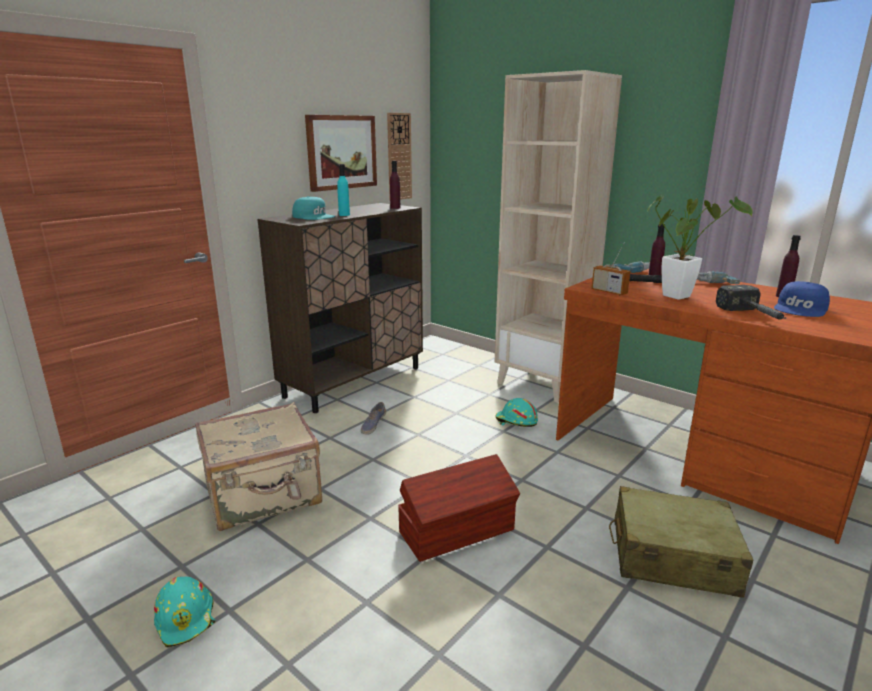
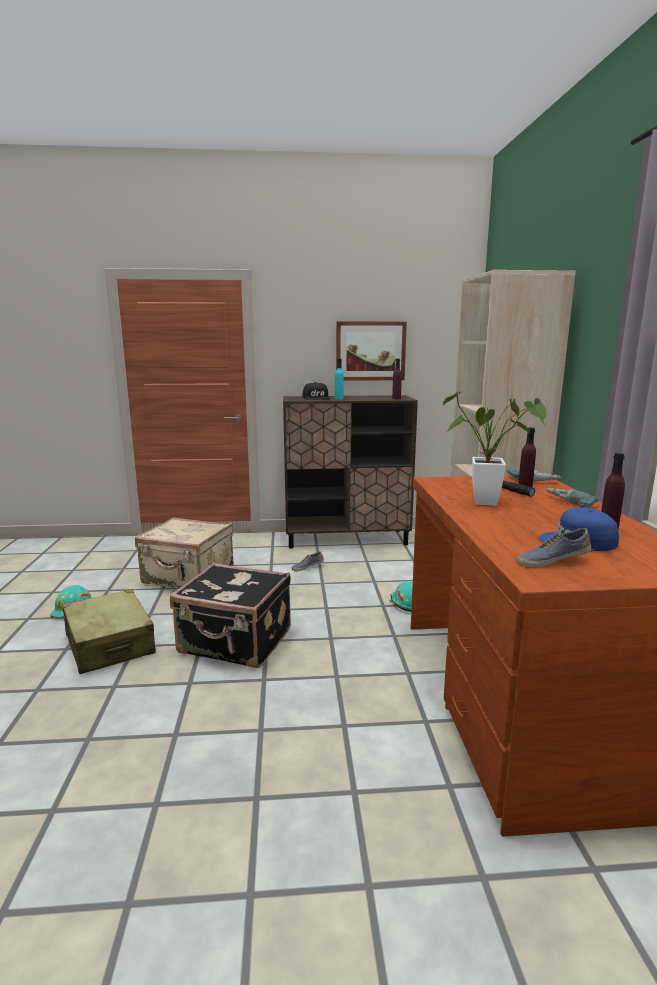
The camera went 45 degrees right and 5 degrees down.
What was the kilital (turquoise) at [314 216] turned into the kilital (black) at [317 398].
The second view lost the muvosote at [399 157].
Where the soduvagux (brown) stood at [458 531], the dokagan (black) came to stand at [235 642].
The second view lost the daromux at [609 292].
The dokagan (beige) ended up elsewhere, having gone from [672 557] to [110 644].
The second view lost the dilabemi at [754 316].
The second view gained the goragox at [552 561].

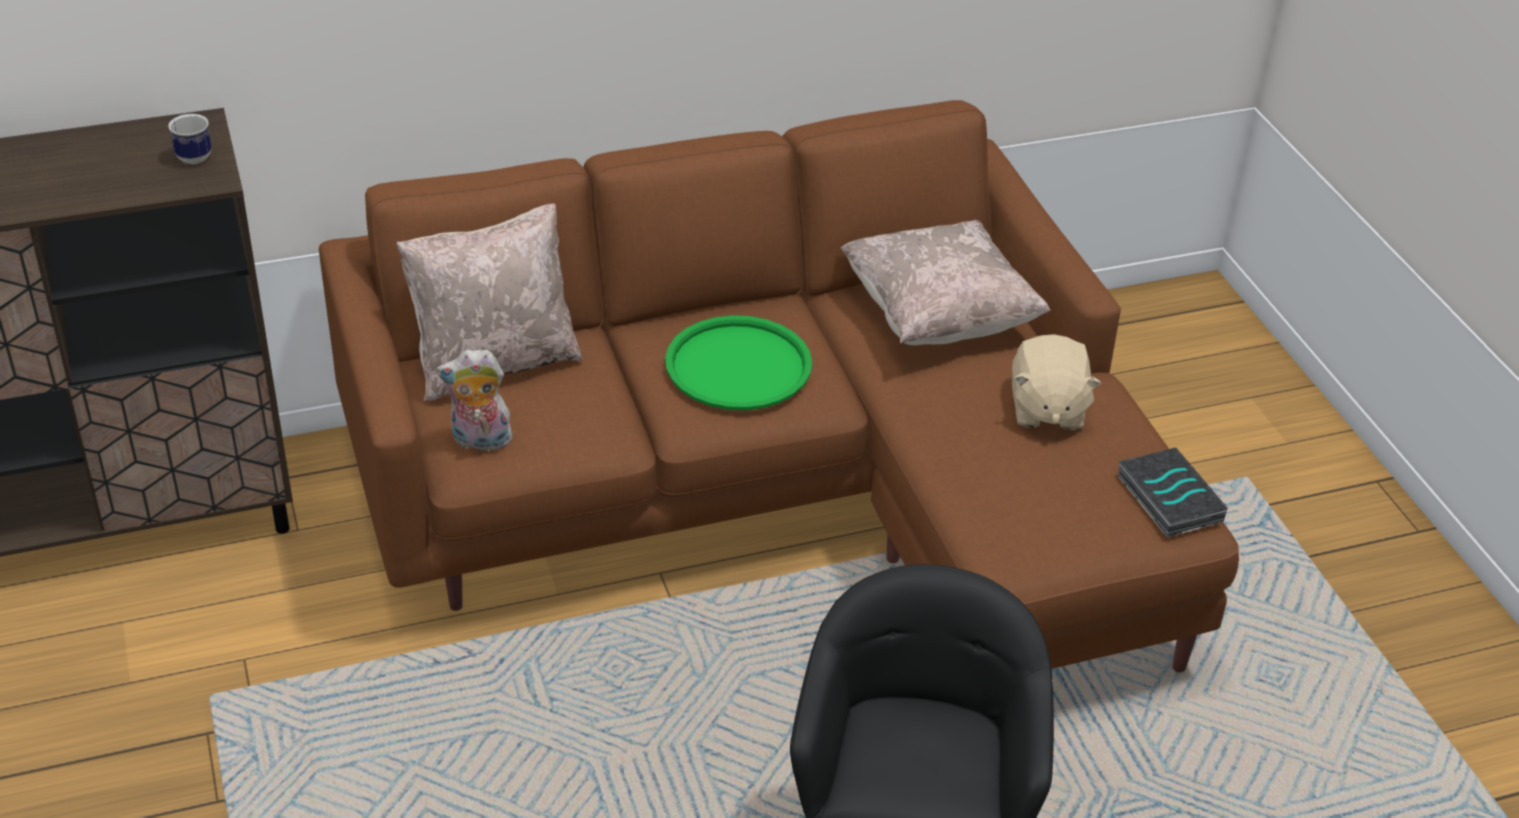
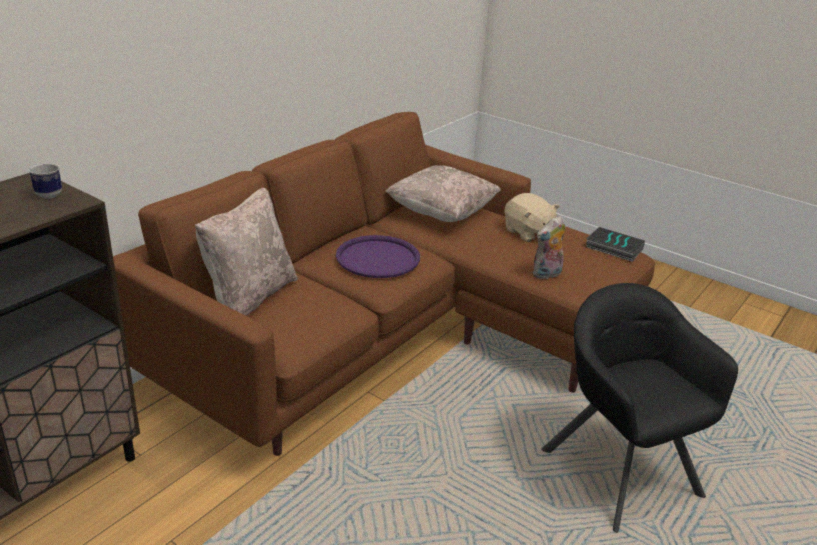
The camera went 35 degrees left and 10 degrees down.
The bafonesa ended up elsewhere, having gone from [479 441] to [547 274].
What was the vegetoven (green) at [738 365] turned into the vegetoven (purple) at [377 258].

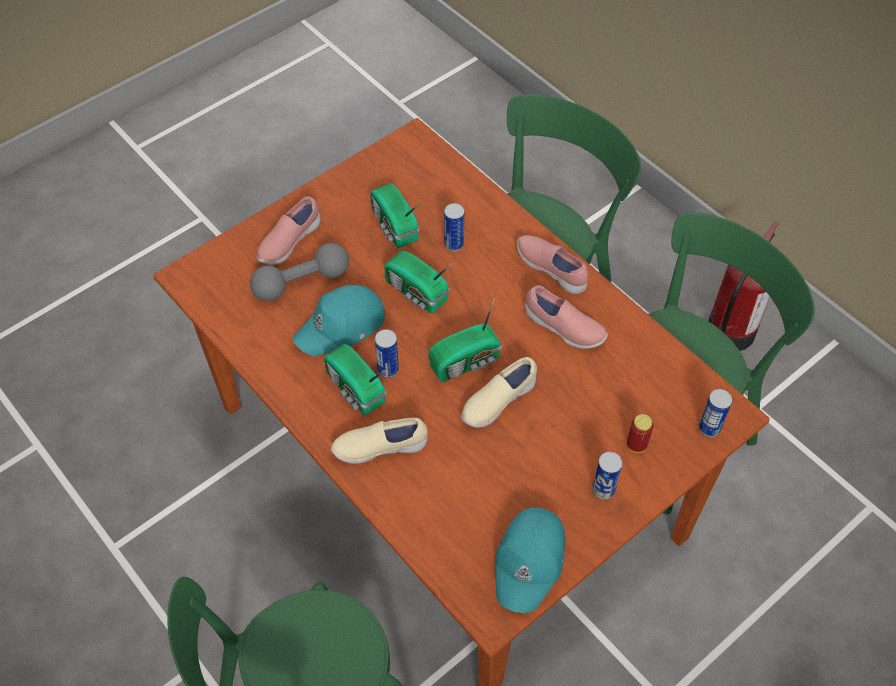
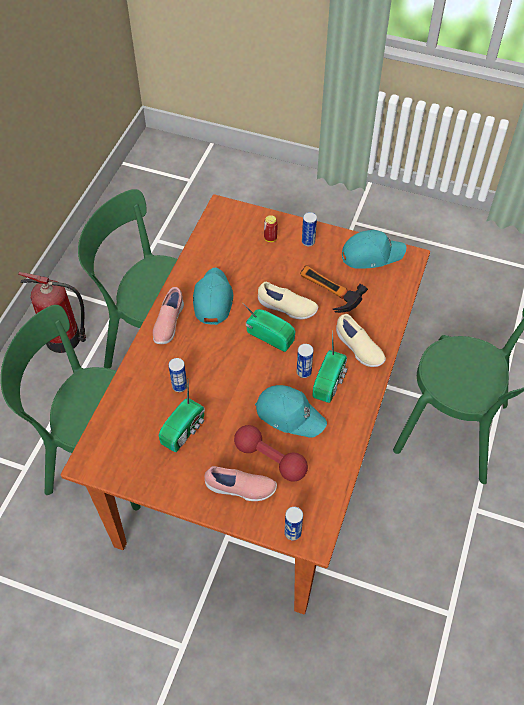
The camera went 120 degrees left and 0 degrees up.
What was the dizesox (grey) at [301 282] turned into the dizesox (red) at [270 459].
The second view lost the daromux at [417 293].
Where the goragox (pink) stood at [563 328], the kilital (turquoise) came to stand at [212 299].
The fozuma ended up elsewhere, having gone from [709 428] to [292 533].
The second view gained the dilabemi at [326 296].

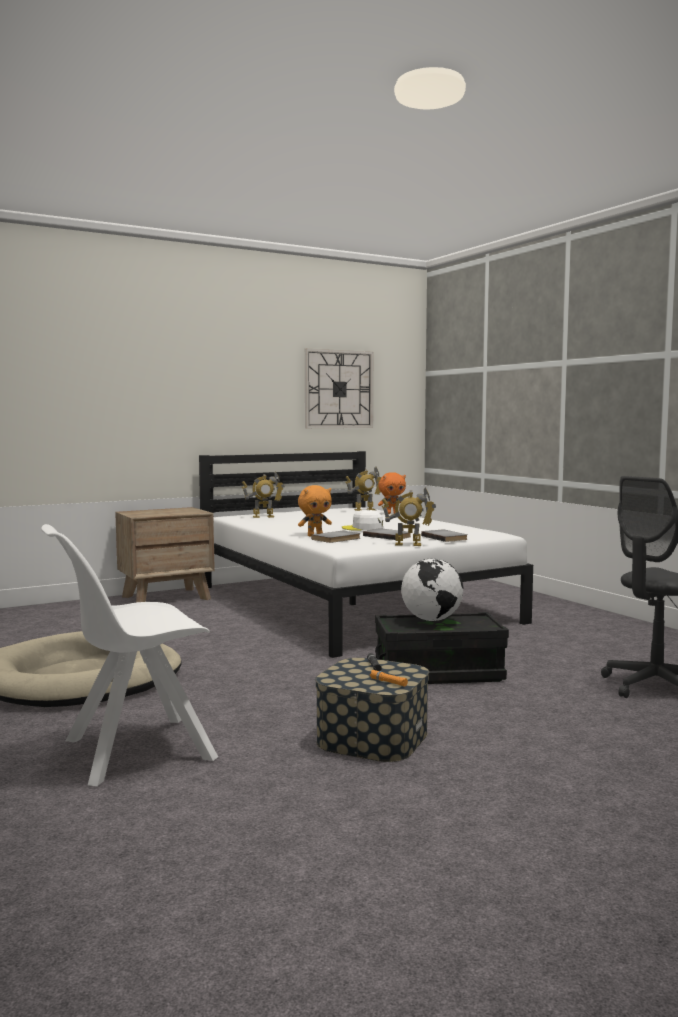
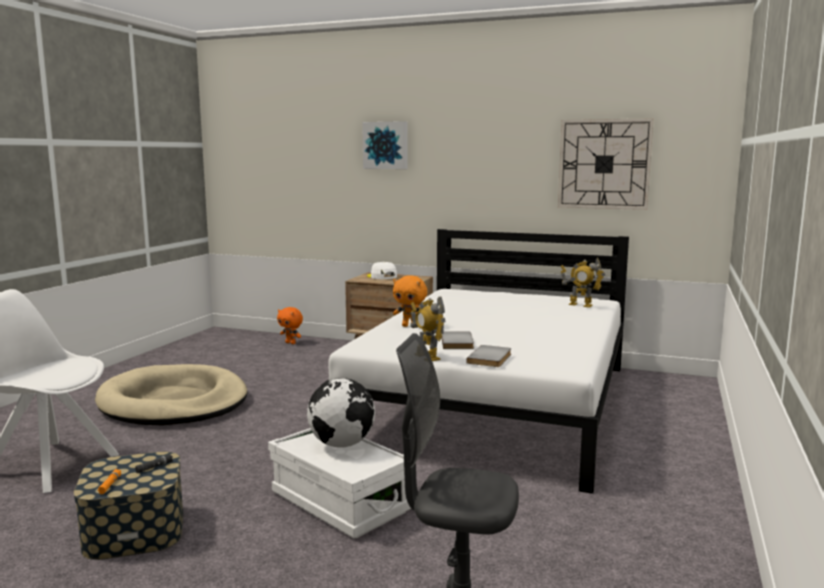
The camera went 50 degrees right and 5 degrees up.
The second view lost the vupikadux at [263 517].
The second view lost the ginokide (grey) at [337 539].
The kilital (white) ended up elsewhere, having gone from [363 528] to [381 276].
What was the soduvagux (black) at [438 673] turned into the soduvagux (white) at [340 502].
The bafonesa (orange) ended up elsewhere, having gone from [392 513] to [291 343].
The second view gained the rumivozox at [386 145].

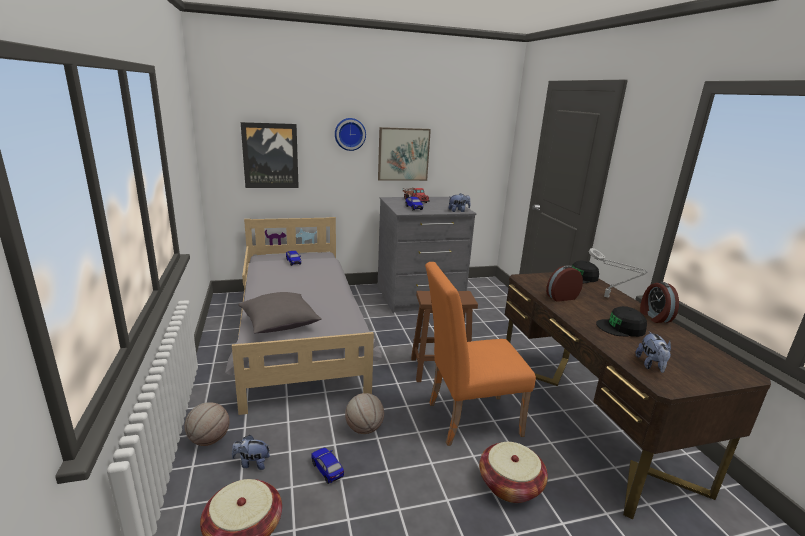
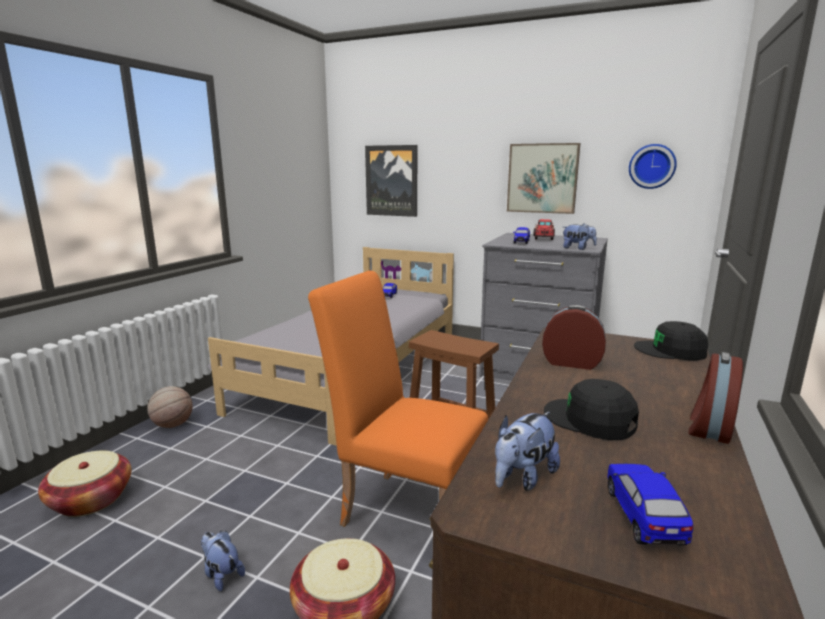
The camera went 40 degrees right and 5 degrees down.
The bafonesa ended up elsewhere, having gone from [252 463] to [221 574].
The second view lost the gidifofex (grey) at [279 324].
The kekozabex ended up elsewhere, having gone from [327 470] to [643 516].
The muvosote ended up elsewhere, having gone from [350 134] to [652 166].
The second view lost the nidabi at [364 429].
The second view lost the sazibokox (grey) at [608 297].

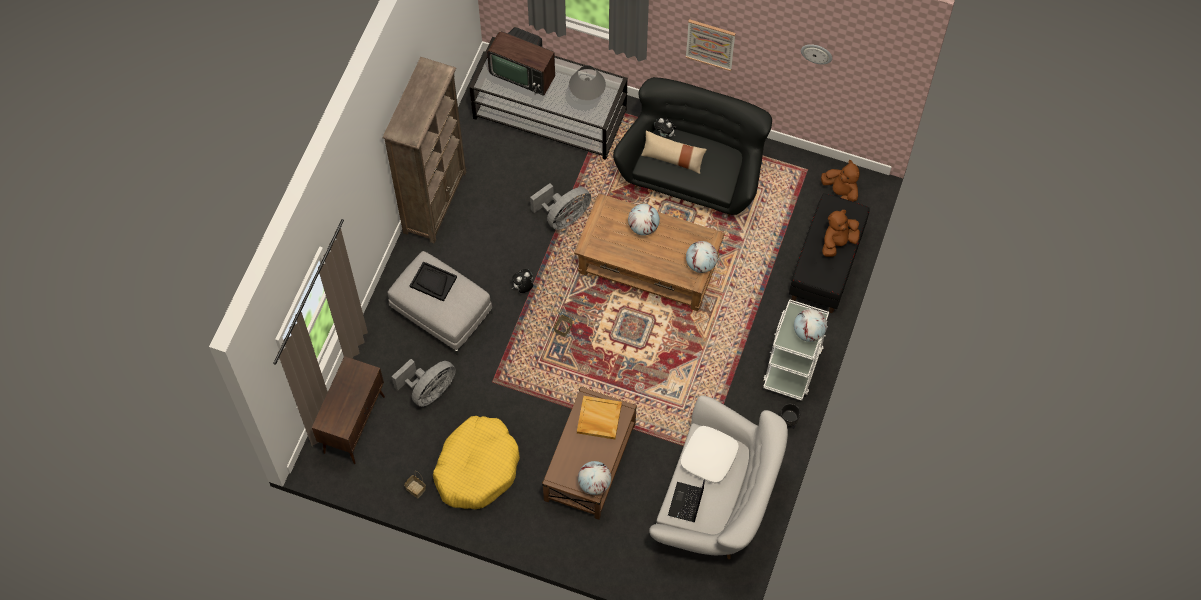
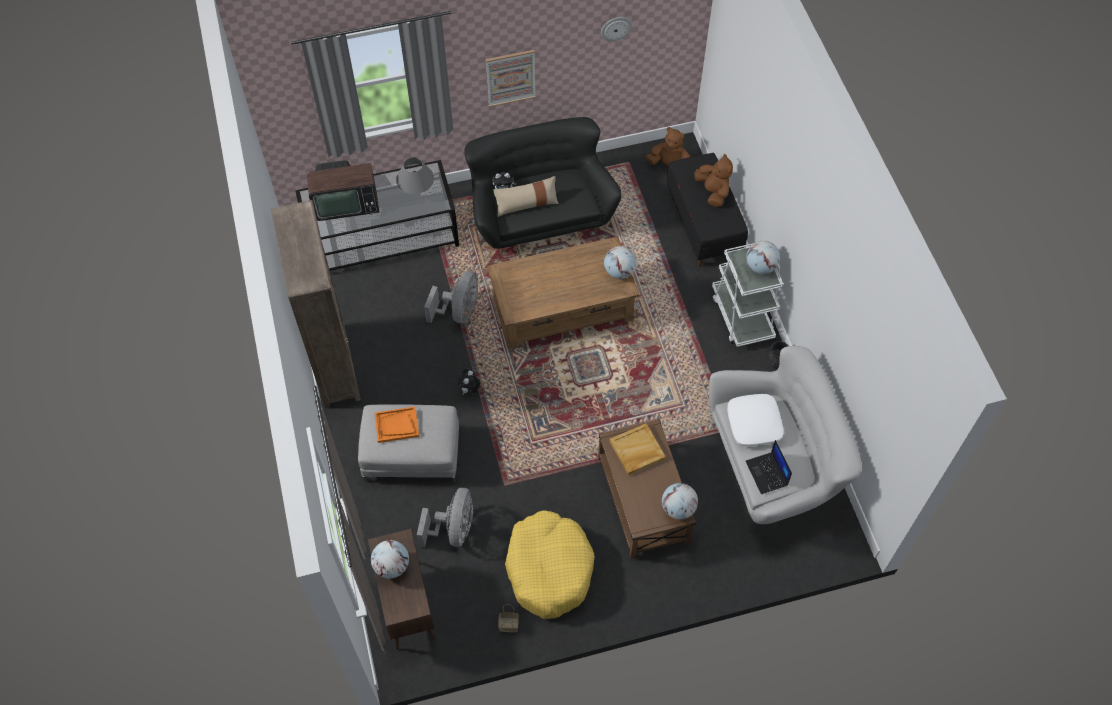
The camera went 35 degrees left and 5 degrees down.
What was the vegetoven (black) at [433 282] turned into the vegetoven (orange) at [397 425].
The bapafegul ended up elsewhere, having gone from [643 227] to [392 566].
The bafonesa (brown) at [838 242] ended up facing another way, 135 degrees clockwise from before.

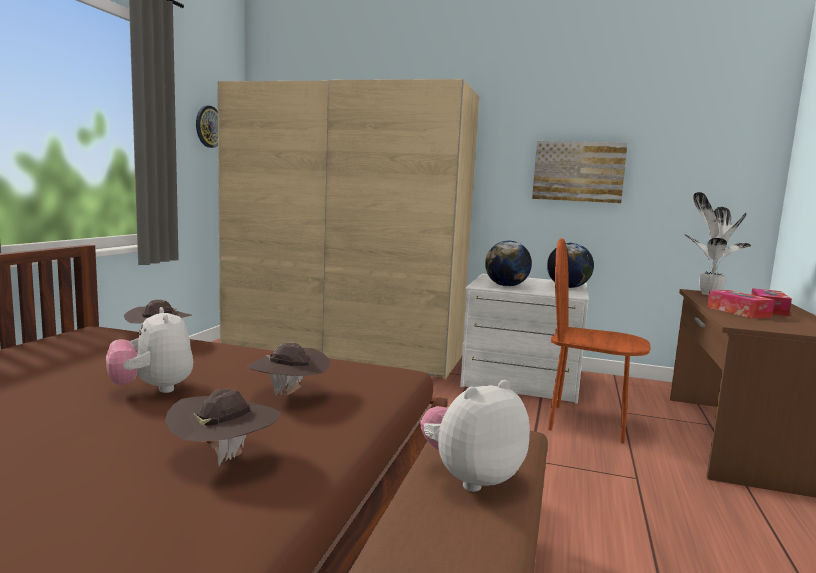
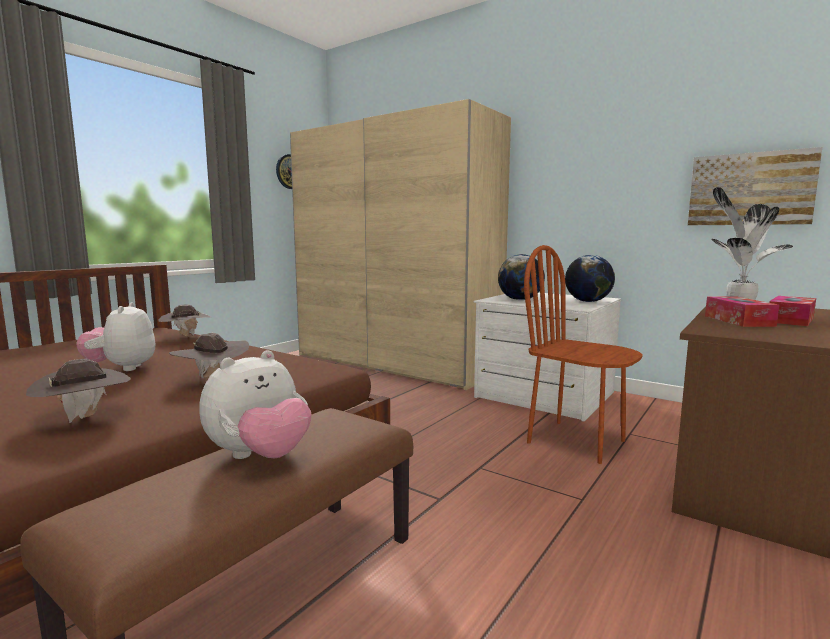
The camera went 20 degrees right and 0 degrees up.
The bafonesa at [471 477] ended up facing another way, 150 degrees clockwise from before.
The rumivozox ended up elsewhere, having gone from [578 171] to [750 189].

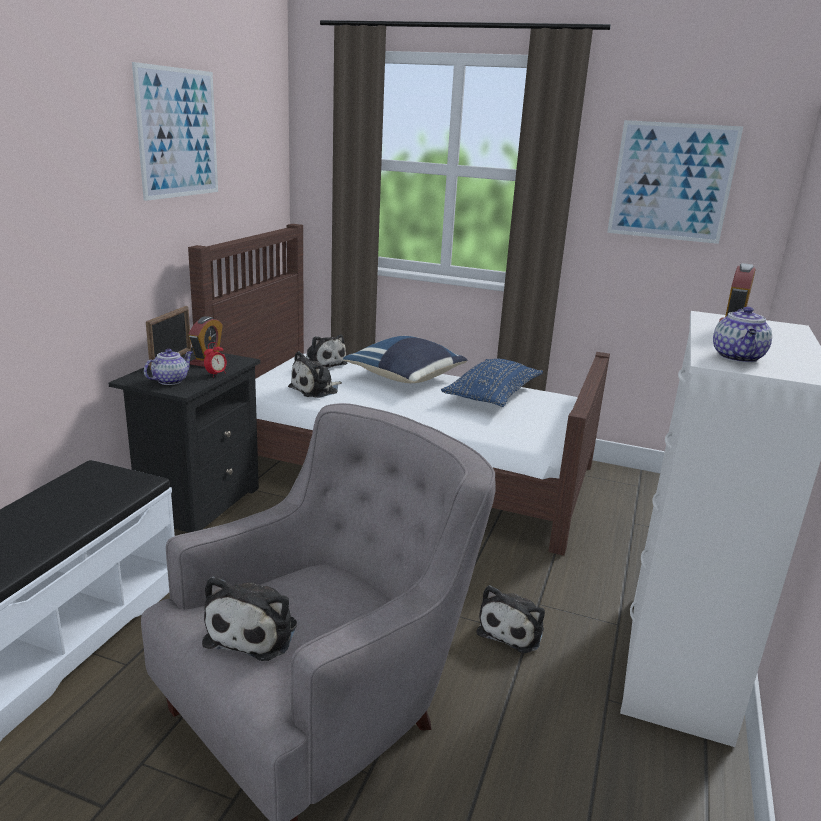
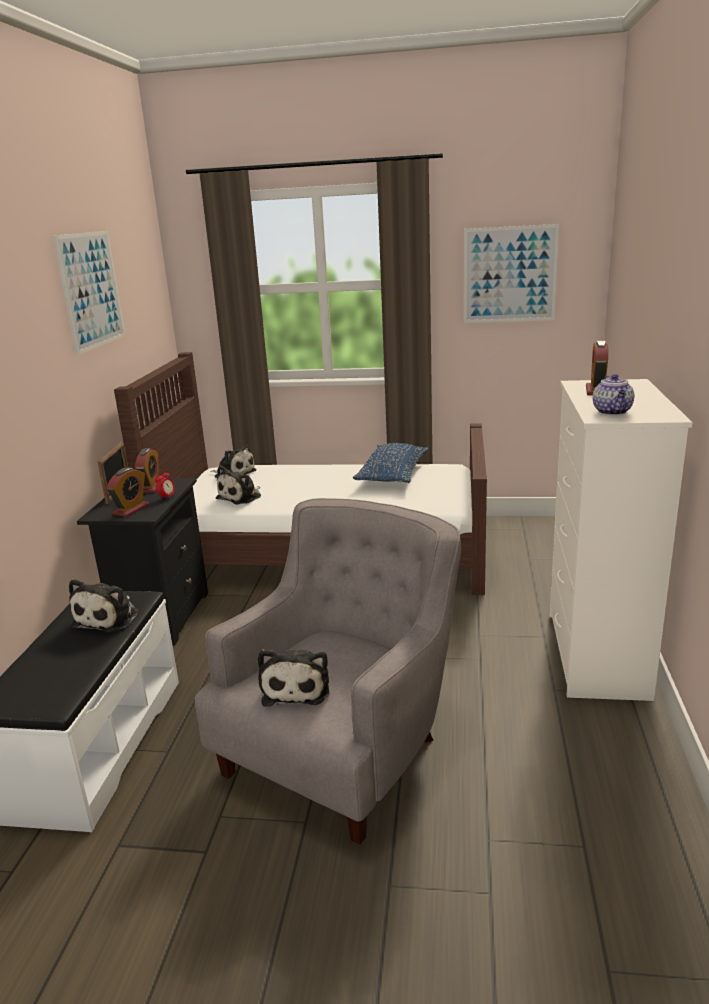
The camera went 10 degrees left and 0 degrees up.
Where the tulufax stood at [170 380], the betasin came to stand at [131 509].
The second view lost the gidifofex (blue) at [406 378].
The bafonesa ended up elsewhere, having gone from [513 630] to [109 617].

